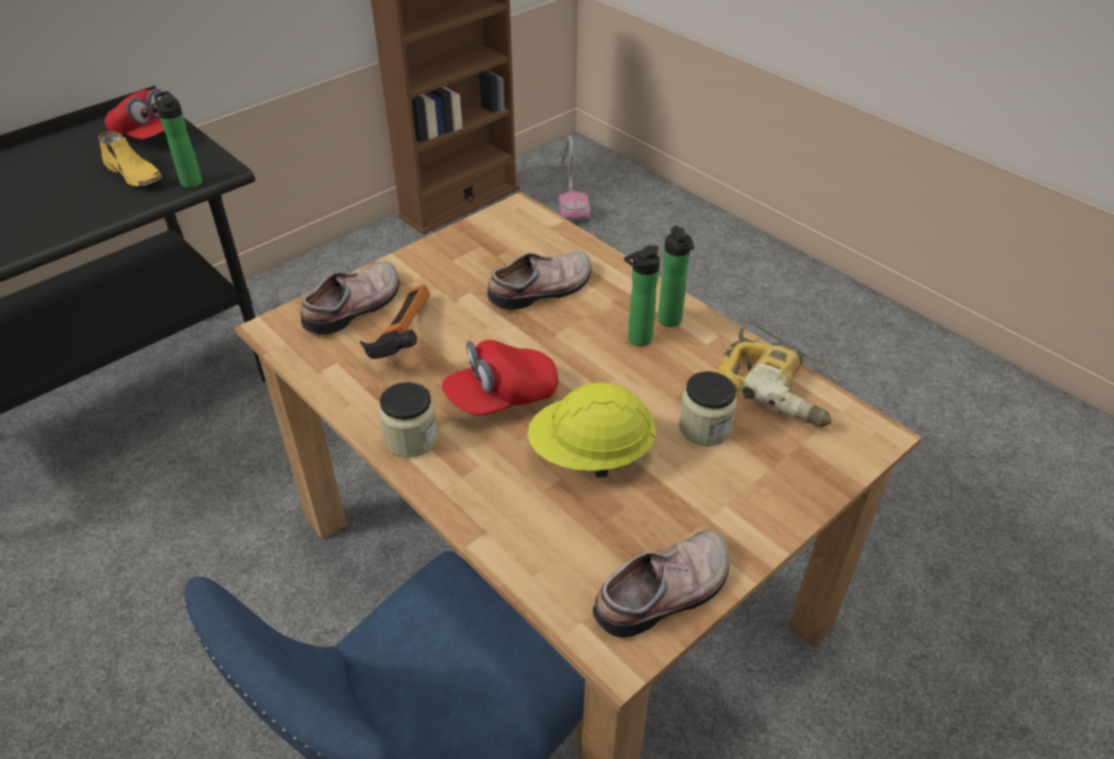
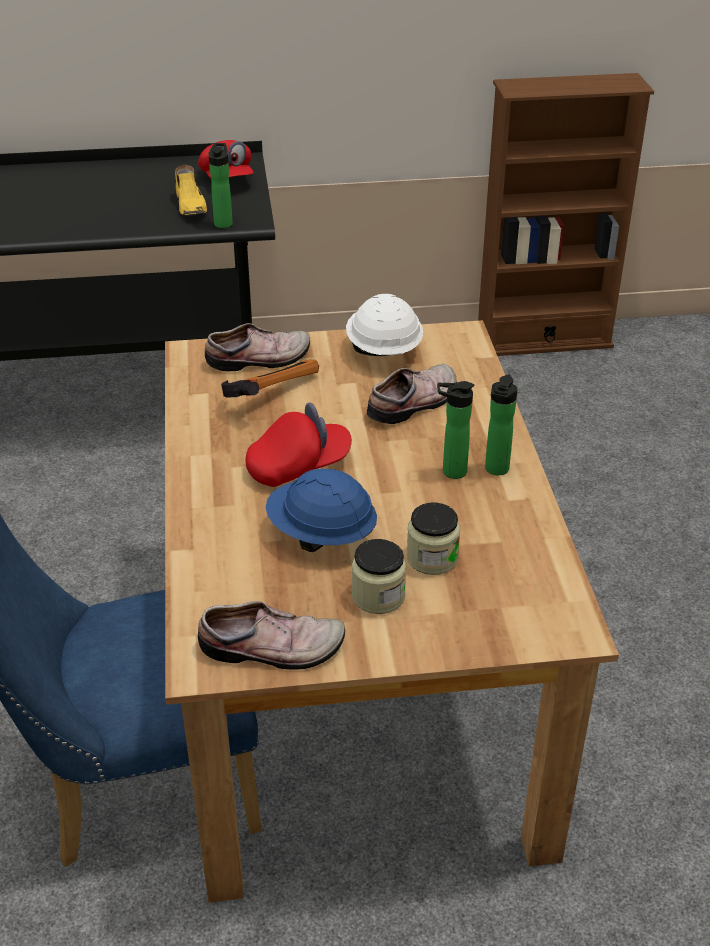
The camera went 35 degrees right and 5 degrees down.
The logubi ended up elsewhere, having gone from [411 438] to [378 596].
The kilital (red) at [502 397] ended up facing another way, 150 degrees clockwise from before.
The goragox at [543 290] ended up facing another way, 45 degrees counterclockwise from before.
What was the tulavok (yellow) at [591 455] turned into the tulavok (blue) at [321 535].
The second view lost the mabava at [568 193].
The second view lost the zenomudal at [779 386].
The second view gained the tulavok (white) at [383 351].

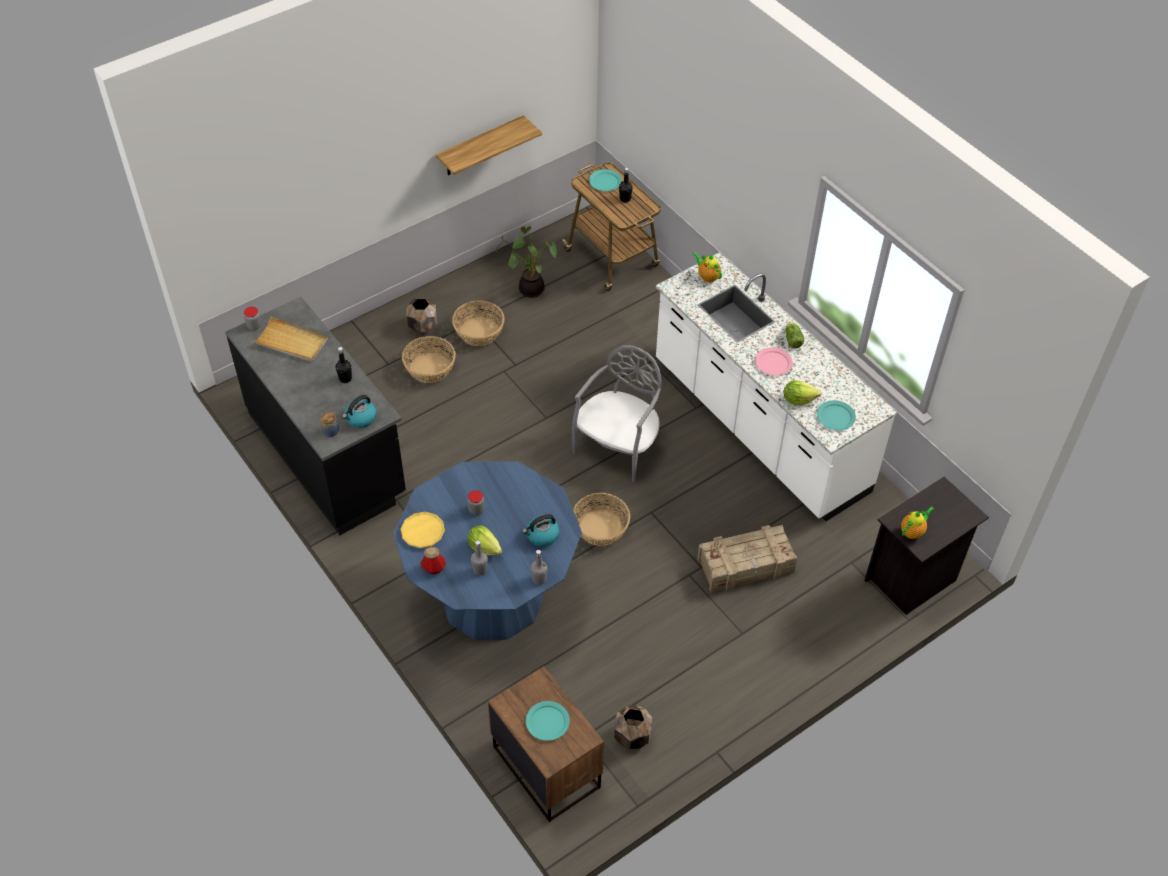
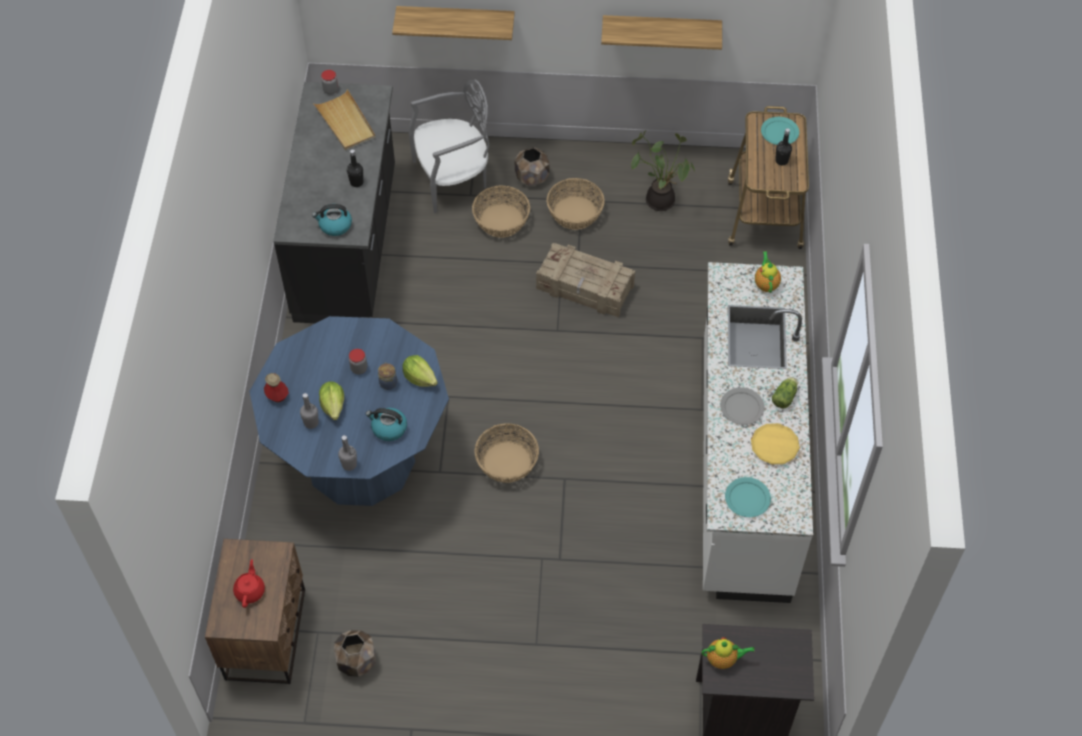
The camera went 40 degrees right and 5 degrees up.
The logubi ended up elsewhere, having gone from [330 431] to [388 382].
The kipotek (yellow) ended up elsewhere, having gone from [422 532] to [774 446].
Where the kipotek (turquoise) stood at [547 722], the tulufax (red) came to stand at [250 591].
The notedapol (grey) ended up elsewhere, having gone from [618 447] to [452 179].
The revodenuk ended up elsewhere, having gone from [746 566] to [585 288].
What was the kipotek (pink) at [773 363] turned into the kipotek (grey) at [742 407].
The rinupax ended up elsewhere, having gone from [798 399] to [419 378].
The second view gained the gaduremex at [456 21].

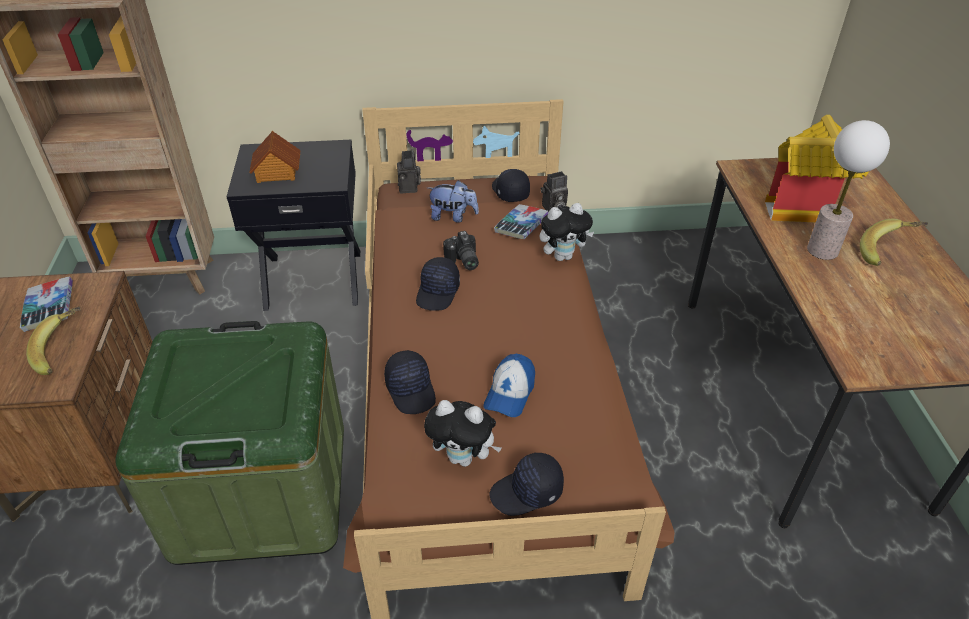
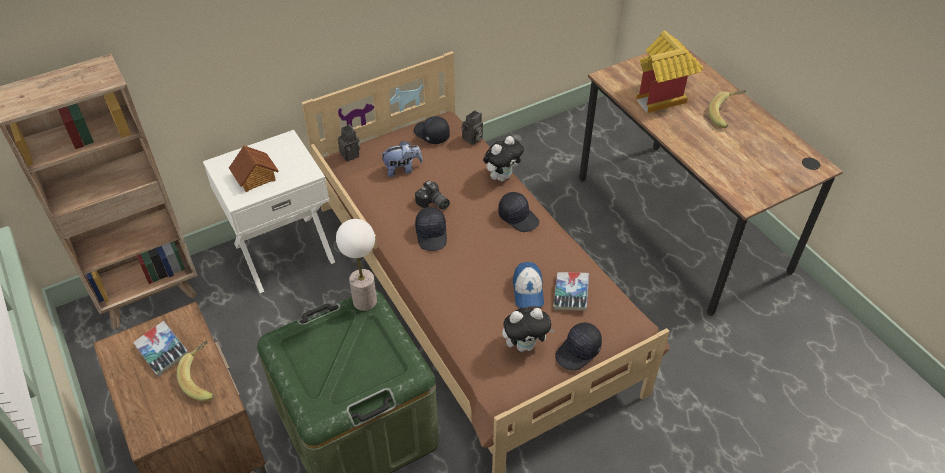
The camera went 25 degrees left and 5 degrees up.
What was the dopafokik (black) at [314 278] turned into the dopafokik (white) at [283 252].
The kilital (black) ended up elsewhere, having gone from [411 390] to [518 217].
The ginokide ended up elsewhere, having gone from [521 226] to [571 294].
The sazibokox ended up elsewhere, having gone from [823 250] to [365 301].

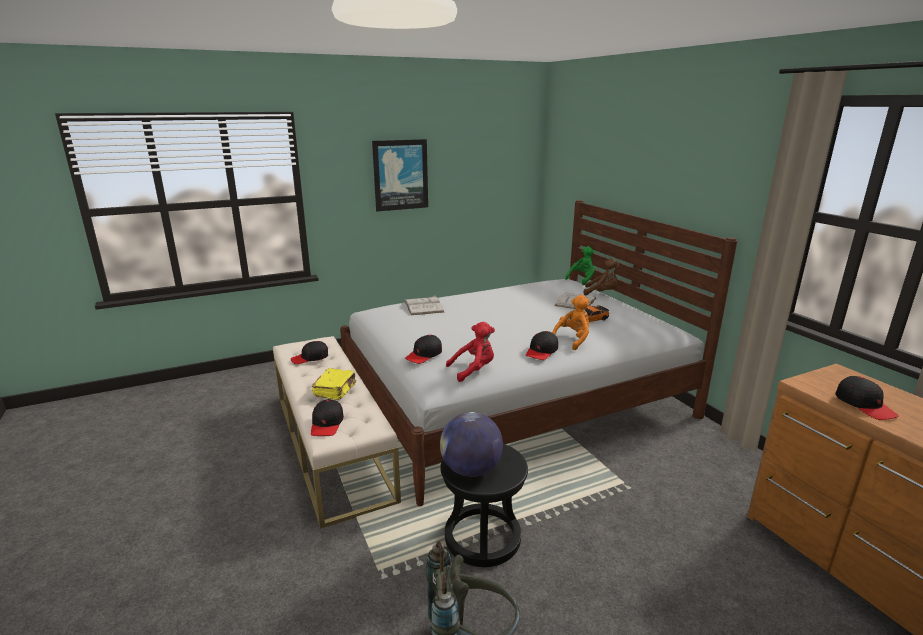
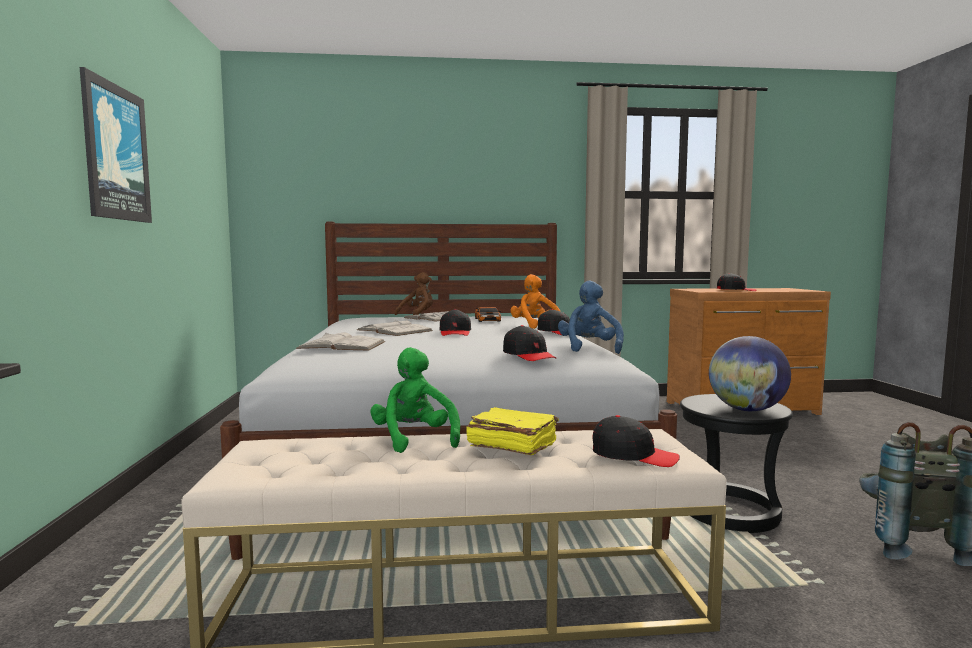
The camera went 70 degrees left and 15 degrees down.
The kilital (black) ended up elsewhere, having gone from [310 358] to [455 333].
What was the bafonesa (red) at [474 370] turned into the bafonesa (blue) at [589 349].
The bafonesa (green) ended up elsewhere, having gone from [582 279] to [414 439].
The second view gained the ginokide (white) at [394 330].

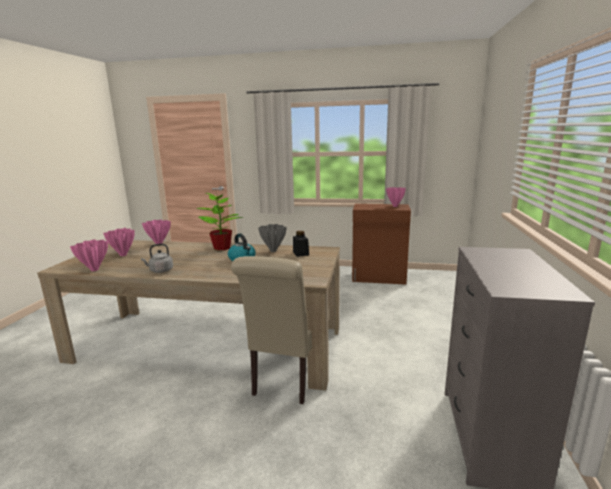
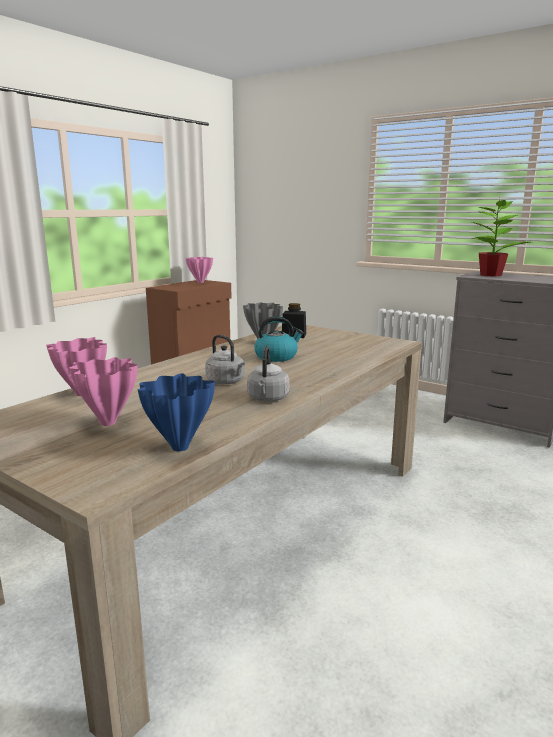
The camera went 65 degrees left and 0 degrees up.
What was the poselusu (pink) at [95 270] turned into the poselusu (blue) at [180 447].
The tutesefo ended up elsewhere, having gone from [222 248] to [491 275].
The second view lost the notedapol (beige) at [287 378].
The second view gained the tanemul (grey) at [227 382].

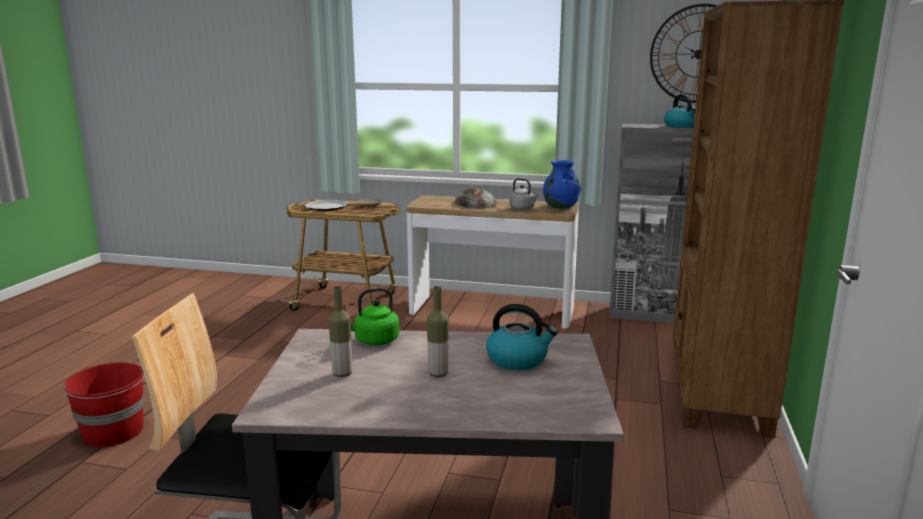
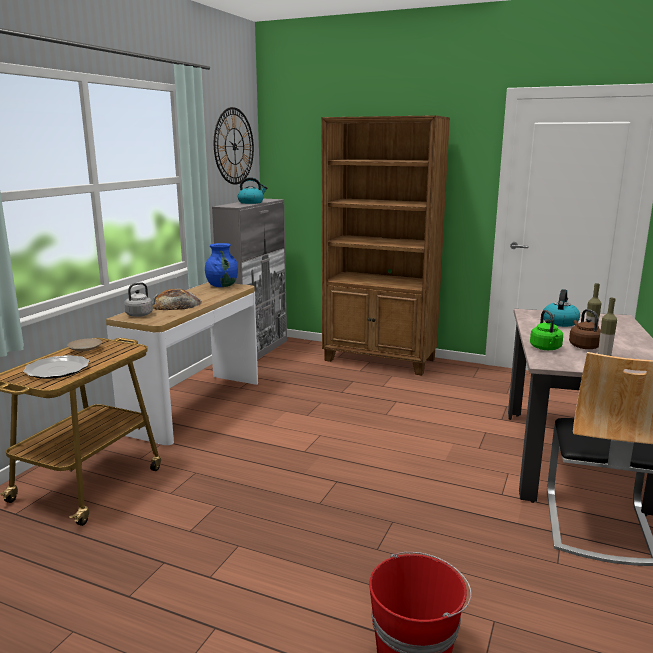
The camera went 80 degrees left and 0 degrees up.
The tanemul (grey) ended up elsewhere, having gone from [523 209] to [141 314].
The second view gained the tanemul (brown) at [583 346].

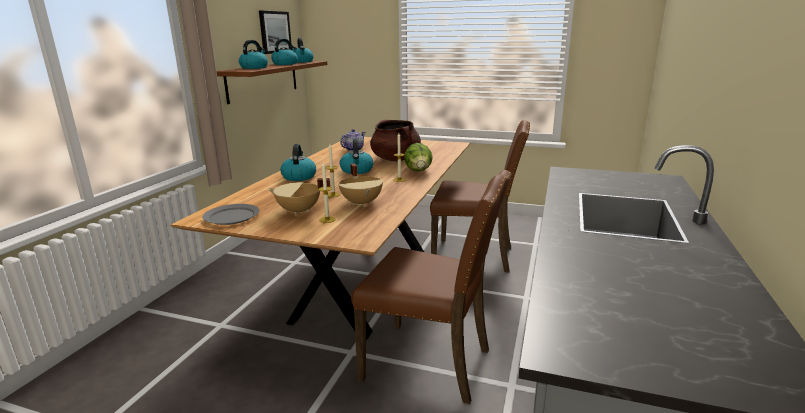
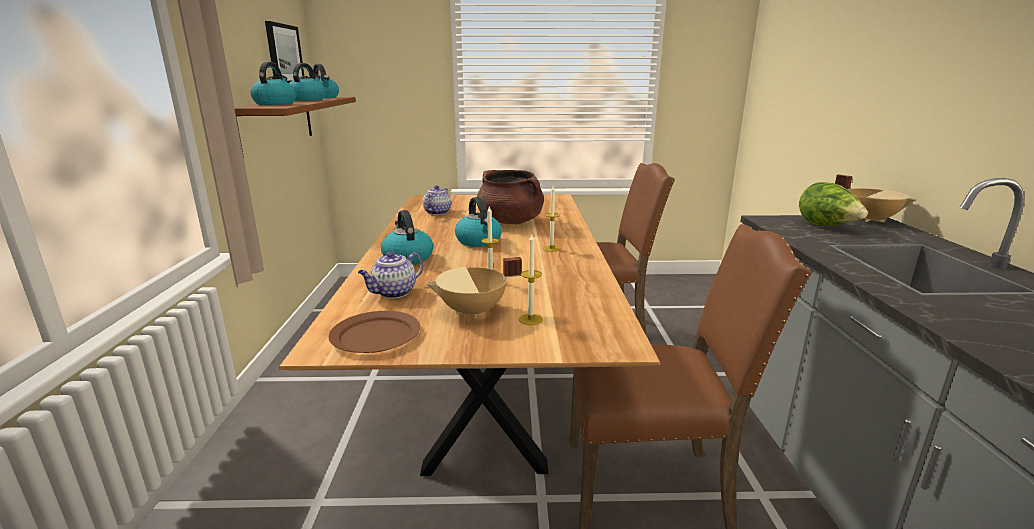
The camera went 20 degrees left and 0 degrees up.
What was the kipotek (grey) at [231 217] turned into the kipotek (brown) at [375 336].
The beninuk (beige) ended up elsewhere, having gone from [362 203] to [870 219].
The rinupax ended up elsewhere, having gone from [419 172] to [827 226].
The second view gained the tulufax at [393 293].

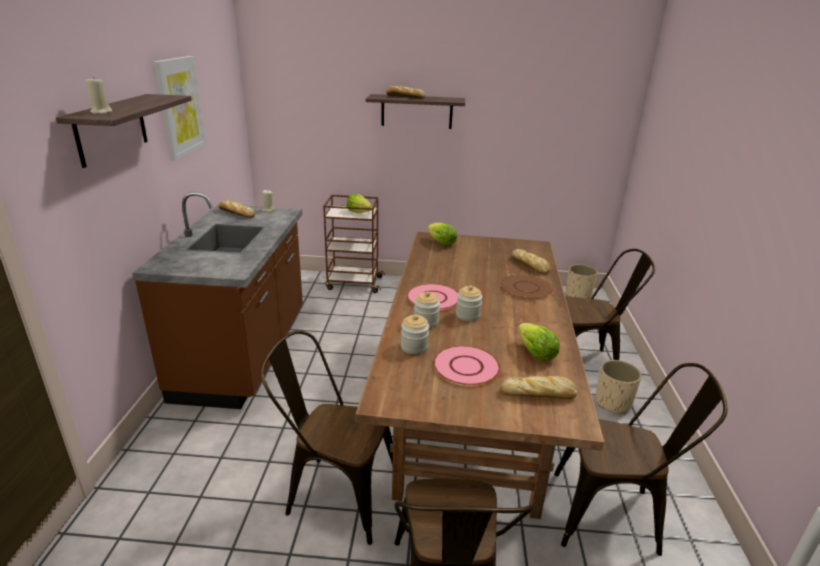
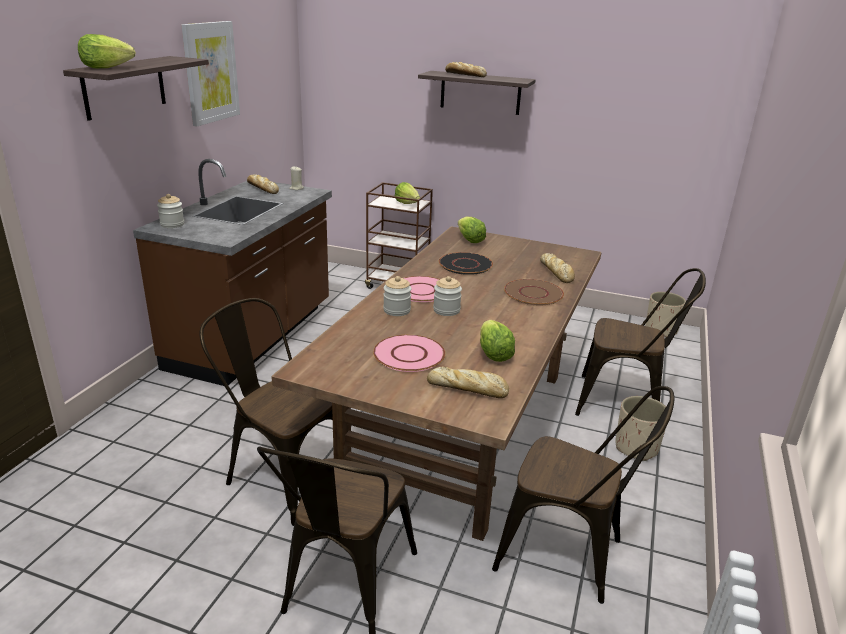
The camera went 15 degrees right and 0 degrees up.
Where the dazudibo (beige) stood at [101 112], the rinupax came to stand at [106 68].
The logubi ended up elsewhere, having gone from [414 347] to [172 224].
The second view gained the kipotek (black) at [465 264].

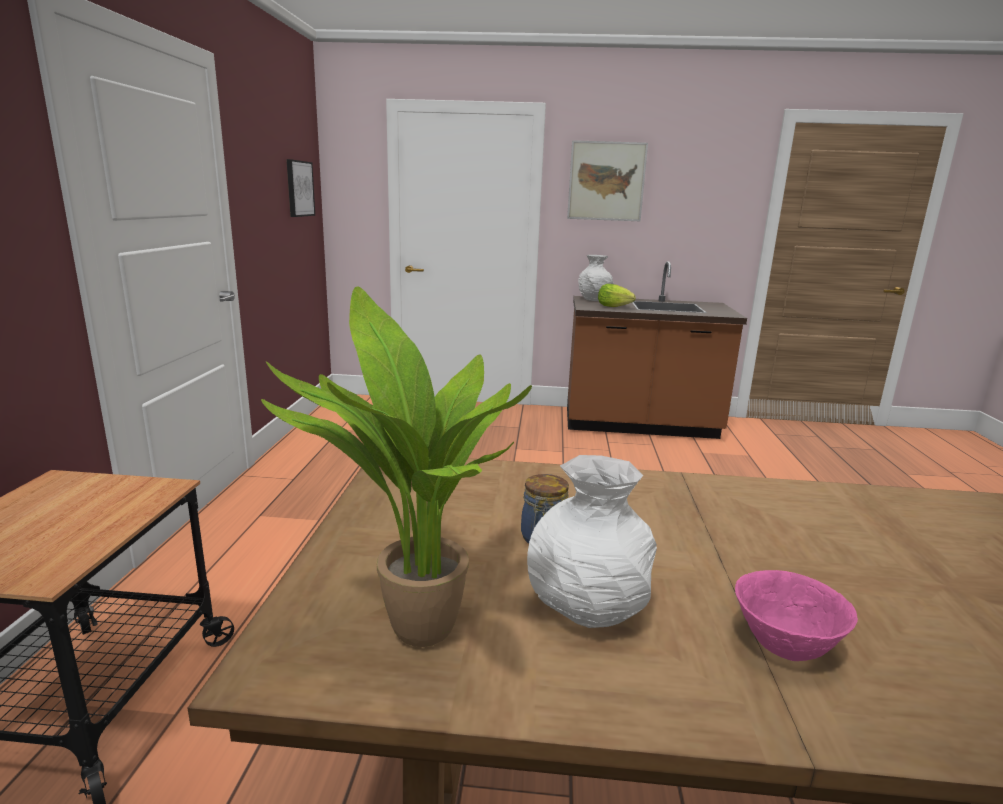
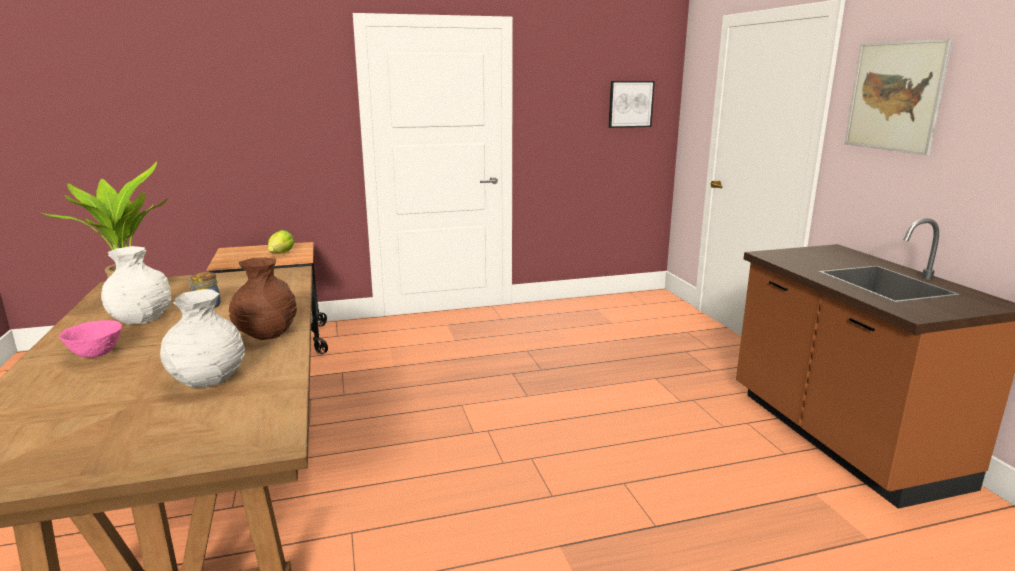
The camera went 70 degrees right and 0 degrees up.
The poselusu (white) ended up elsewhere, having gone from [594 299] to [207 381].
The rinupax ended up elsewhere, having gone from [613 307] to [281 254].
The second view gained the poselusu (brown) at [266 333].

